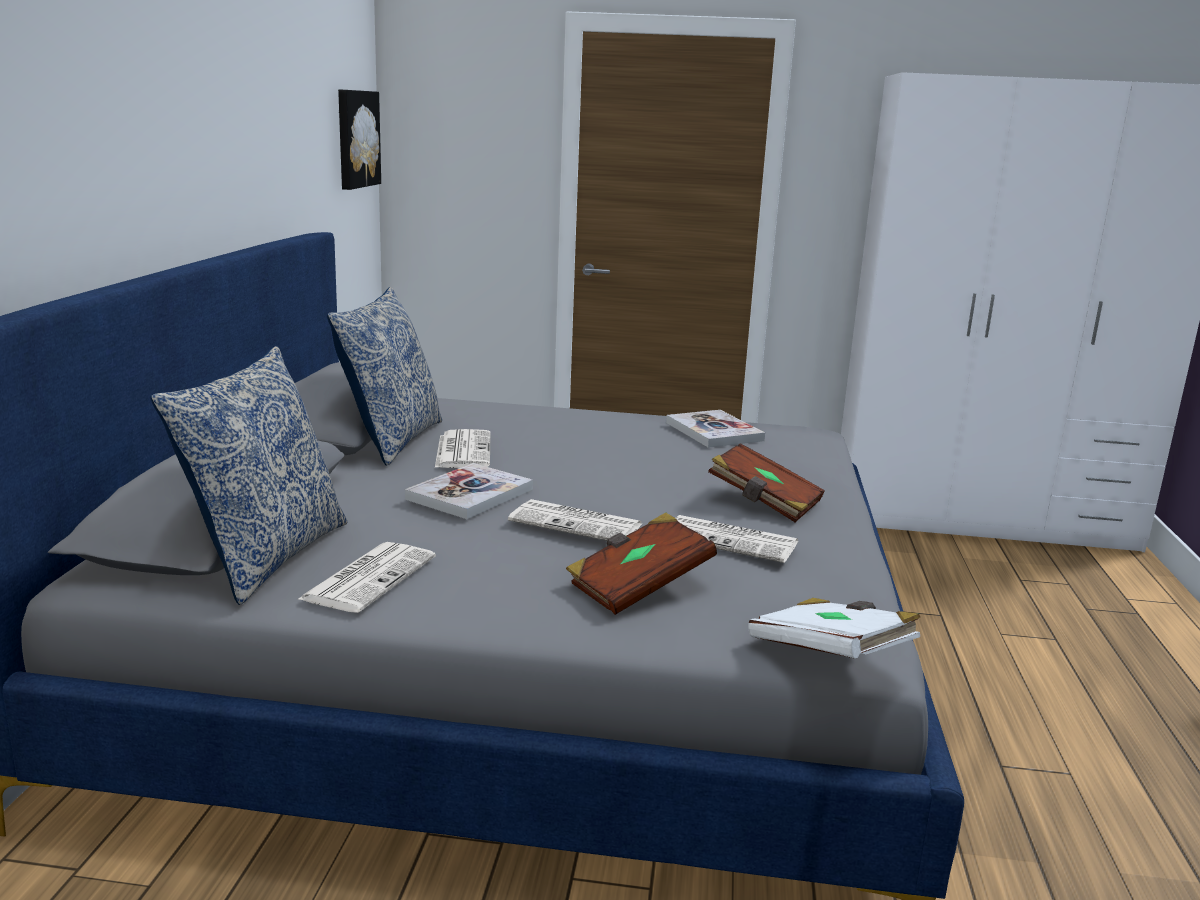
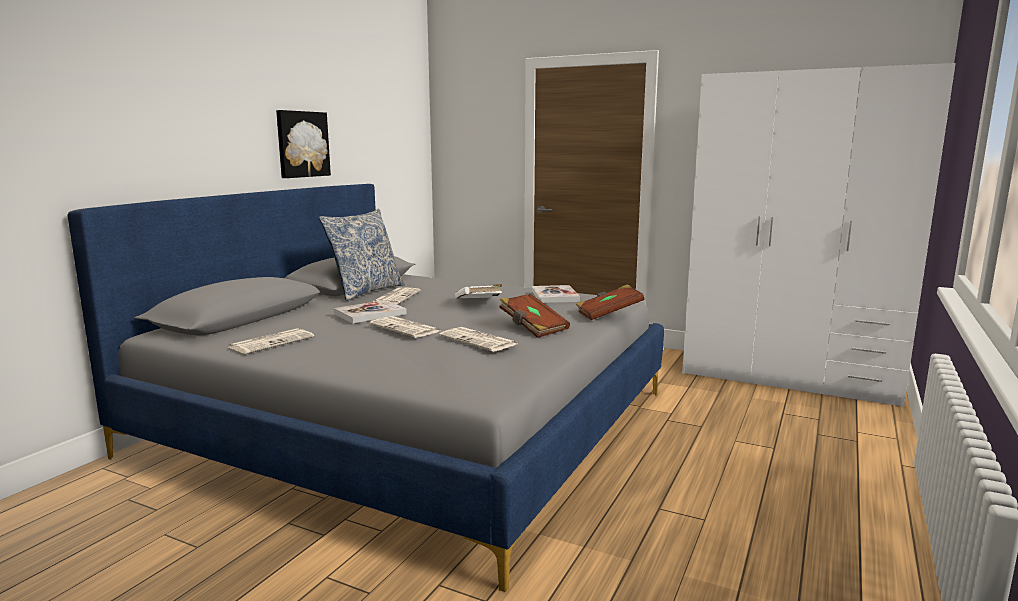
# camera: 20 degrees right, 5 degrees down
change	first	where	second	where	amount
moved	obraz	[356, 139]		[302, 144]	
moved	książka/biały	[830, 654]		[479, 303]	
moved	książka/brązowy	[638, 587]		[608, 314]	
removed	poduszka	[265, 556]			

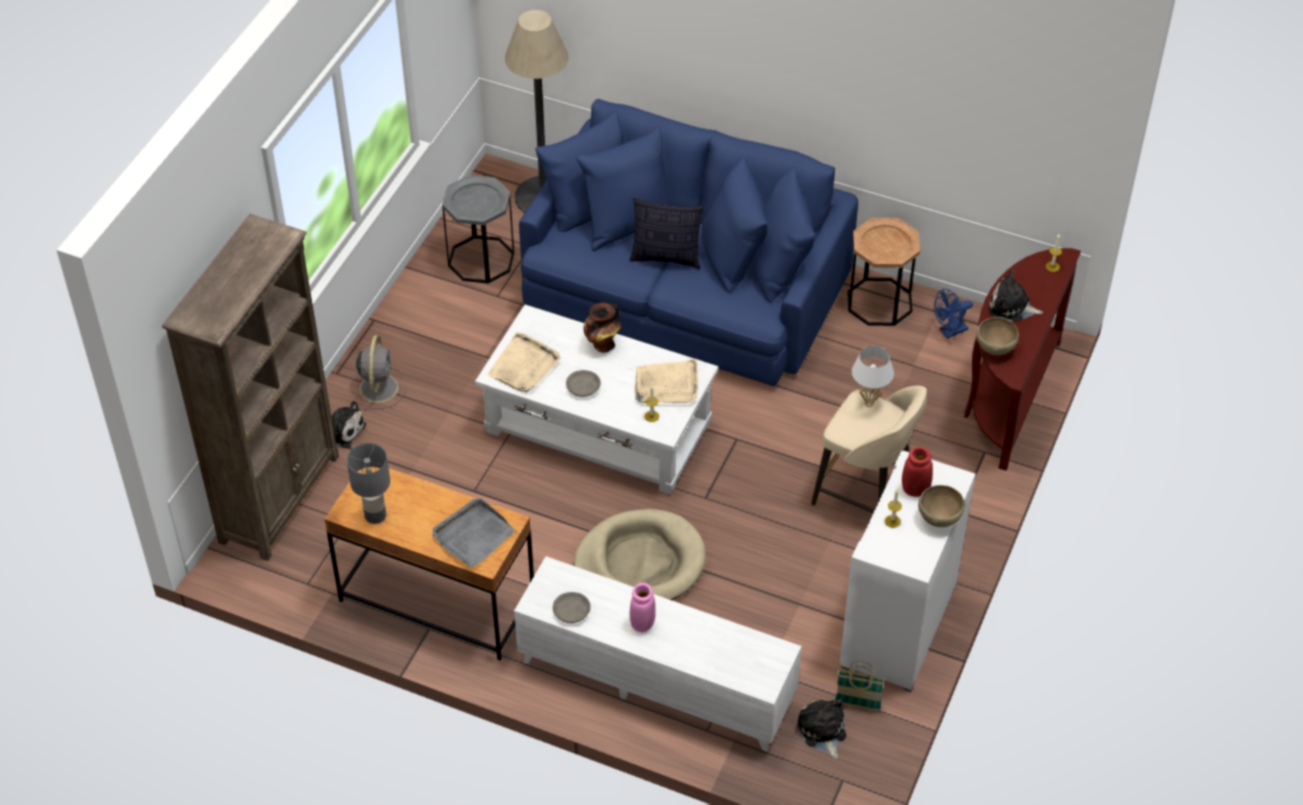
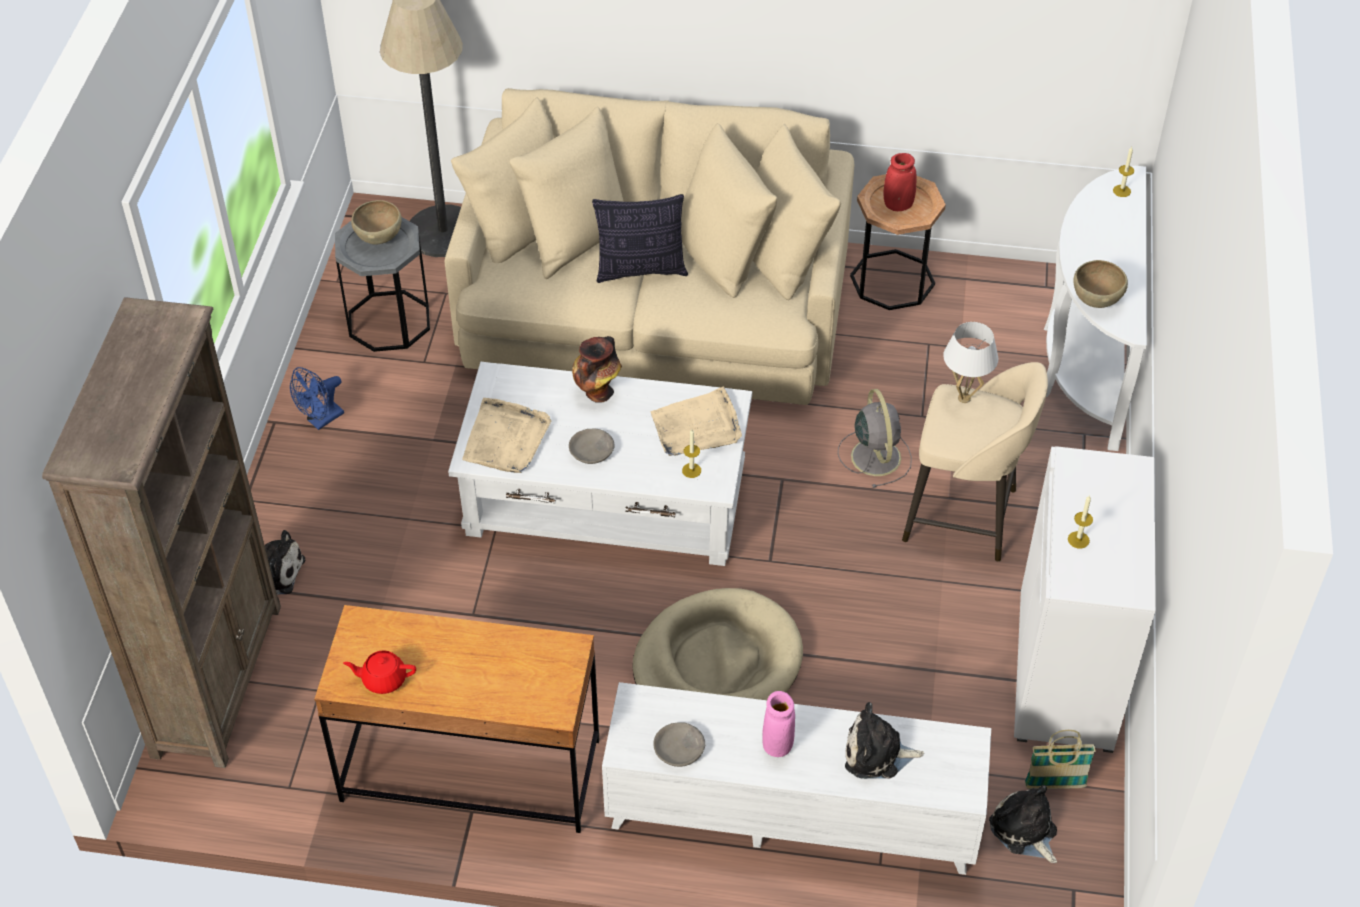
# camera: 15 degrees left, 0 degrees up
change	first	where	second	where	amount
moved	wentylator/niebieski	[950, 332]		[321, 420]	
replaced	lampa stołowa/szary	[374, 516]	imbryk/czerwony	[383, 679]	
moved	miska/brązowy	[939, 519]		[379, 238]	
recoloured	kanapa/niebieski	[685, 289]	kanapa/beżowy	[654, 309]	
moved	wentylator/szary	[379, 387]		[875, 455]	
moved	pluszak	[1011, 307]		[877, 754]	
moved	wazon/czerwony	[915, 490]		[898, 205]	
recoloured	stolik konsolowy/brązowy	[1007, 397]	stolik konsolowy/biały	[1084, 363]	
removed	taca/szary	[473, 535]			

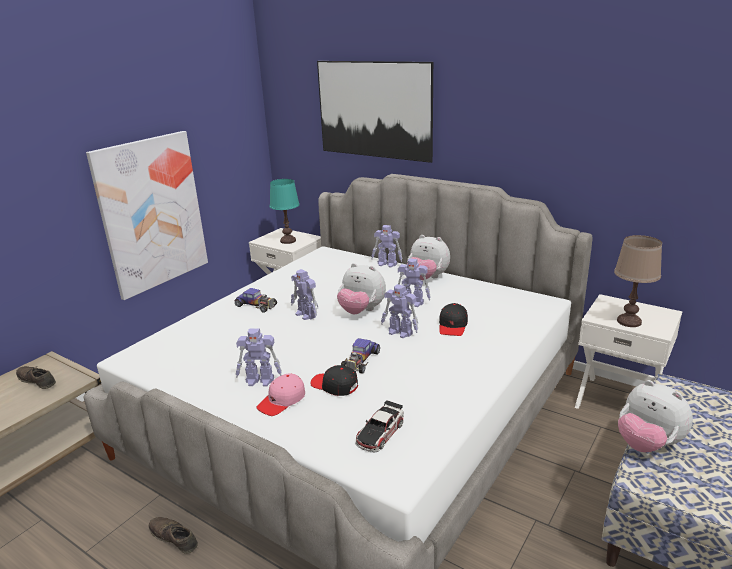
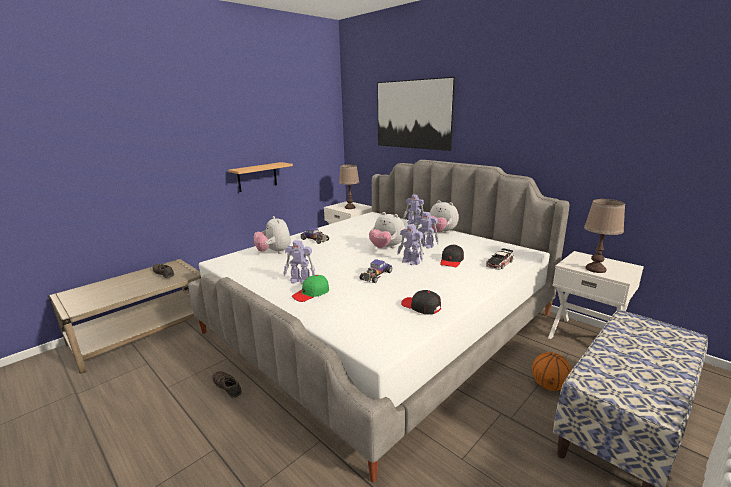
# camera: 10 degrees right, 5 degrees down
change	first	where	second	where	amount
replaced	obraz	[151, 213]	półka	[257, 177]	
moved	pluszak	[647, 444]		[274, 252]	
recoloured	czapka z daszkiem/różowy	[282, 400]	czapka z daszkiem/zielony	[311, 293]	
recoloured	lampa stołowa/turkusowy	[288, 241]	lampa stołowa/brązowy	[350, 207]	
moved	czapka z daszkiem/czarny	[334, 385]		[421, 307]	
moved	samochodzik	[380, 432]		[499, 263]	
added			piłka do koszykówki	[549, 386]	
removed	robot zabawkowy	[306, 315]			

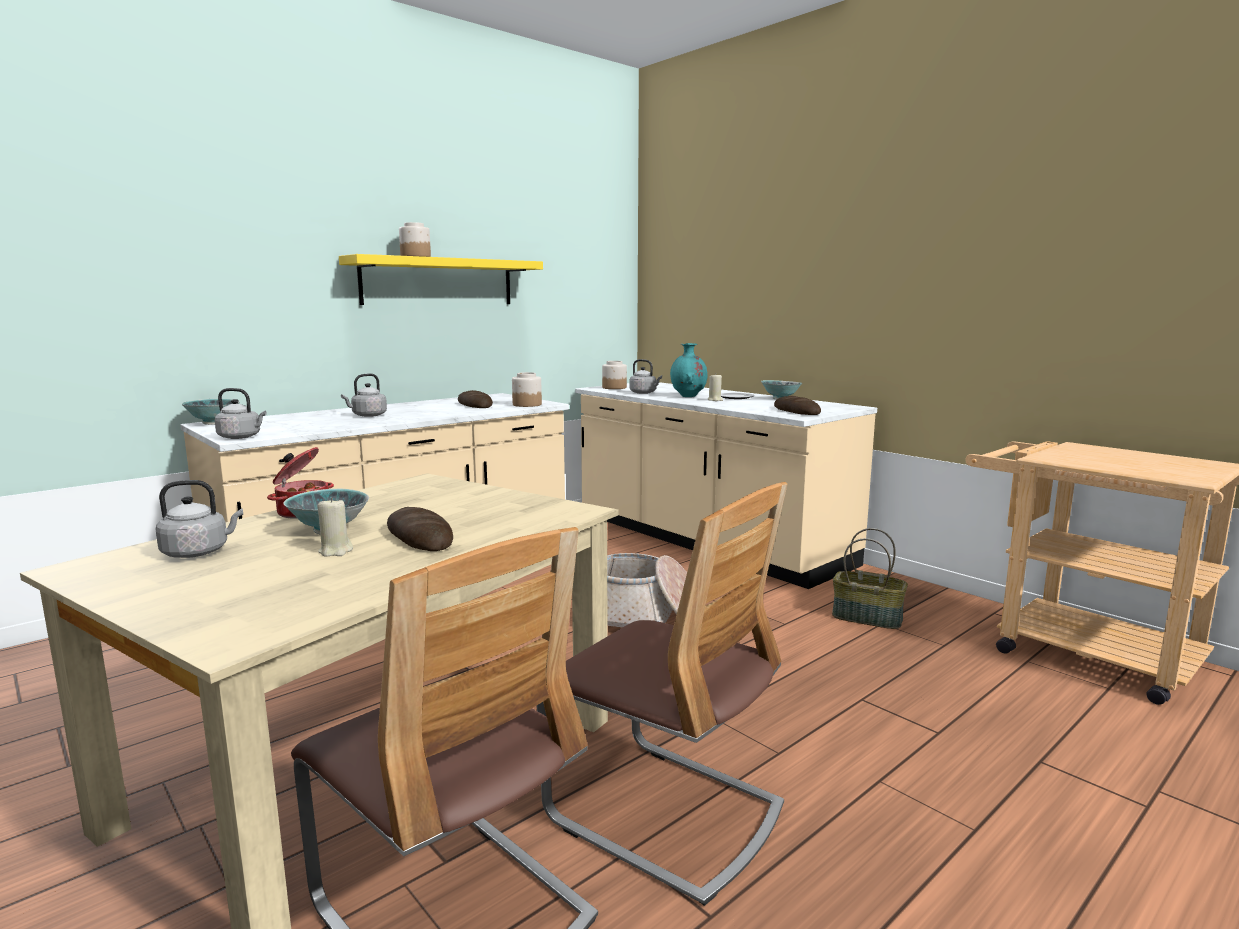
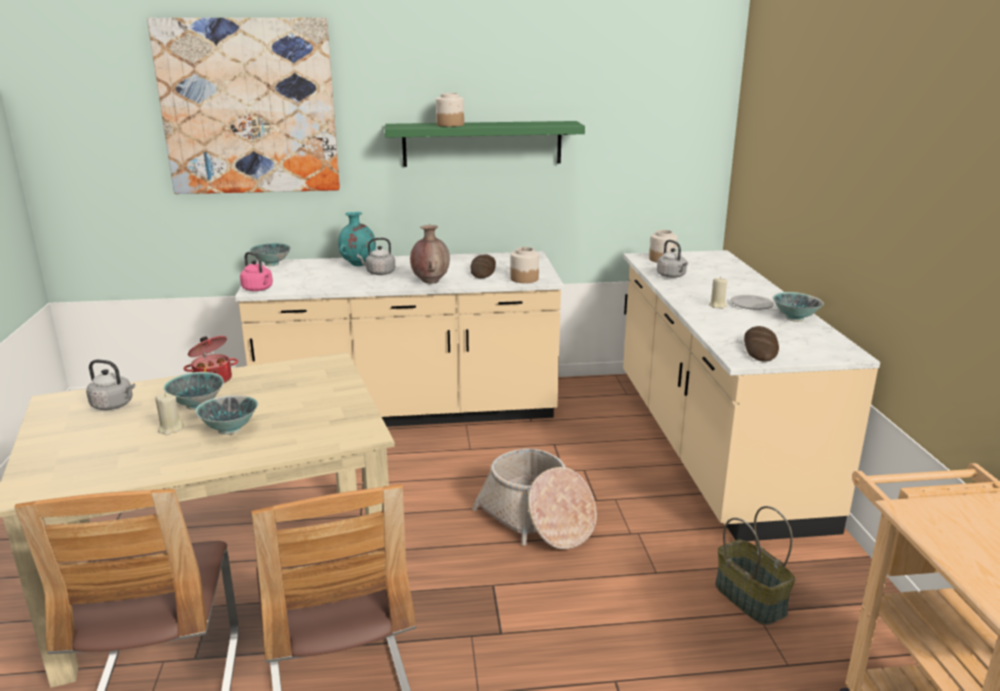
# camera: 35 degrees right, 10 degrees up
change	first	where	second	where	amount
added			obraz	[249, 107]	
replaced	chleb	[419, 537]	miska	[230, 430]	
recoloured	czajnik/szary	[241, 437]	czajnik/różowy	[258, 289]	
moved	wazon/turkusowy	[688, 396]		[358, 264]	
recoloured	półka/żółty	[438, 282]	półka/zielony	[482, 143]	
added			wazon/brązowy	[430, 281]	

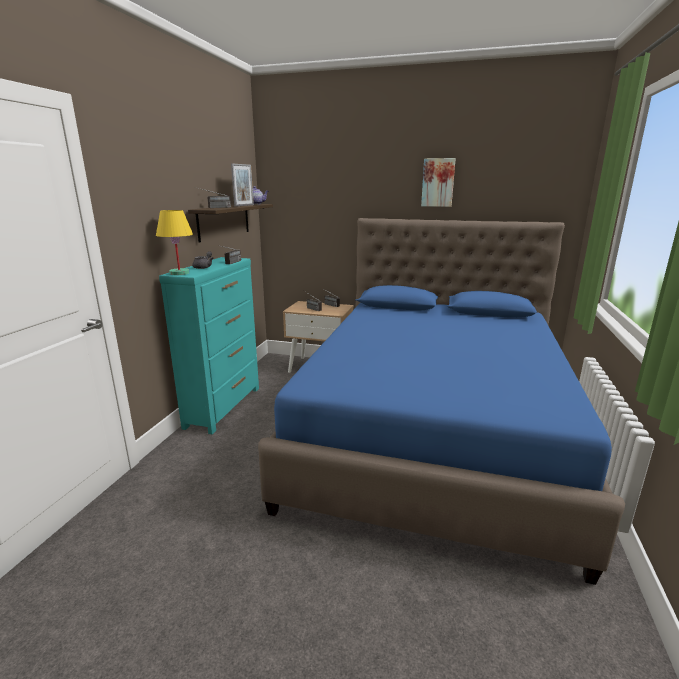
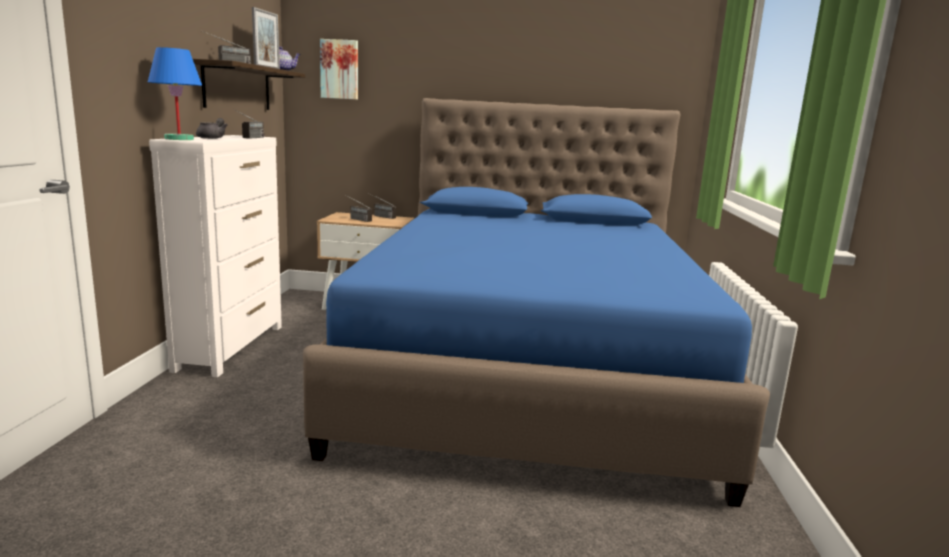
# camera: 10 degrees left, 5 degrees down
change	first	where	second	where	amount
recoloured	lampa stołowa/żółty	[179, 273]	lampa stołowa/niebieski	[178, 139]	
recoloured	komoda/turkusowy	[224, 406]	komoda/biały	[232, 347]	
moved	obraz	[438, 182]		[340, 69]	

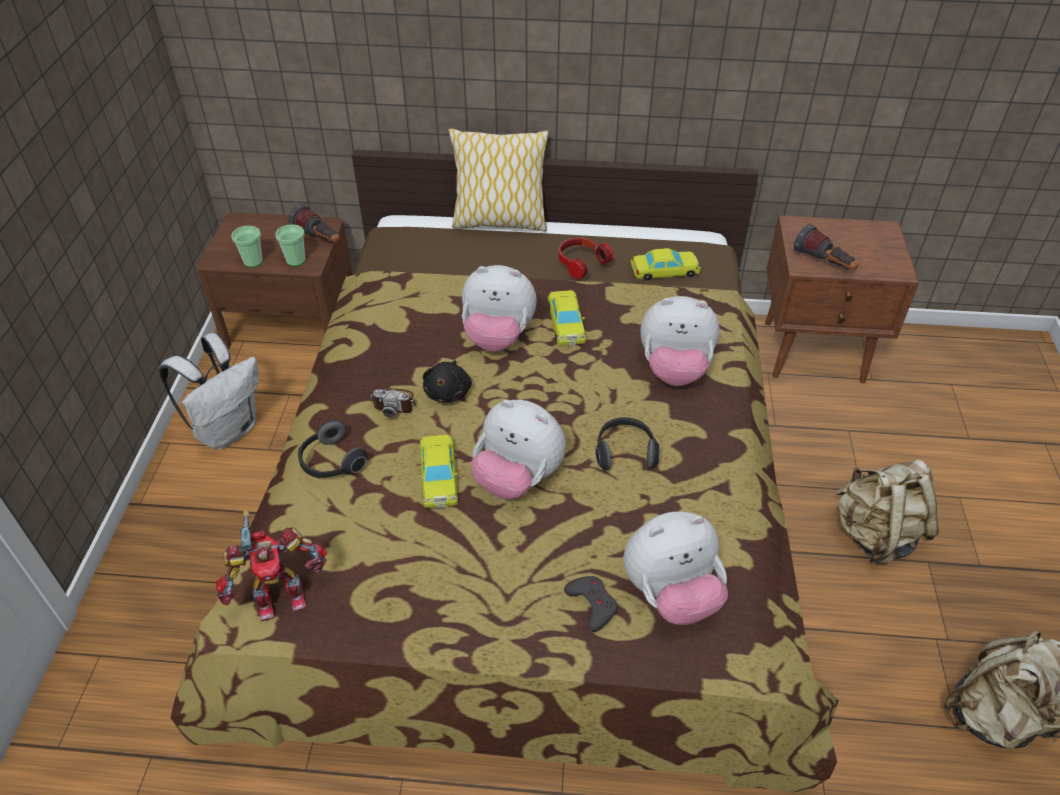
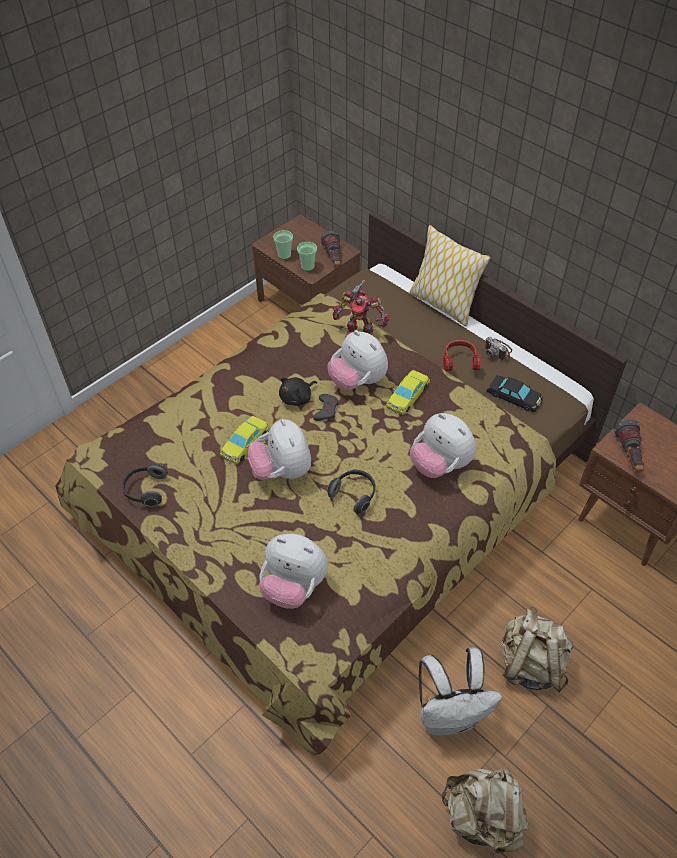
# camera: 40 degrees right, 5 degrees up
change	first	where	second	where	amount
moved	słuchawki	[331, 462]		[145, 490]	
moved	pad do gier/szary	[592, 604]		[326, 410]	
moved	robot zabawkowy	[280, 597]		[360, 332]	
moved	plecak/biały	[228, 429]		[449, 715]	
moved	aparat fotograficzny	[394, 403]		[497, 350]	
recoloured	samochodzik/żółty	[665, 270]	samochodzik/czarny	[514, 396]	

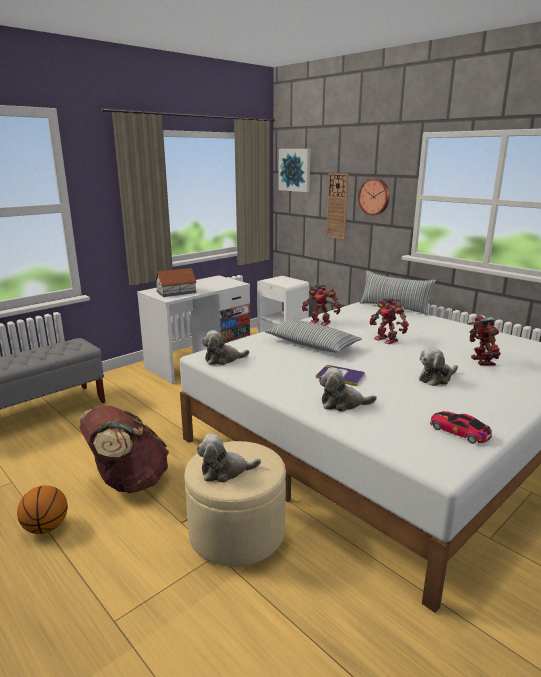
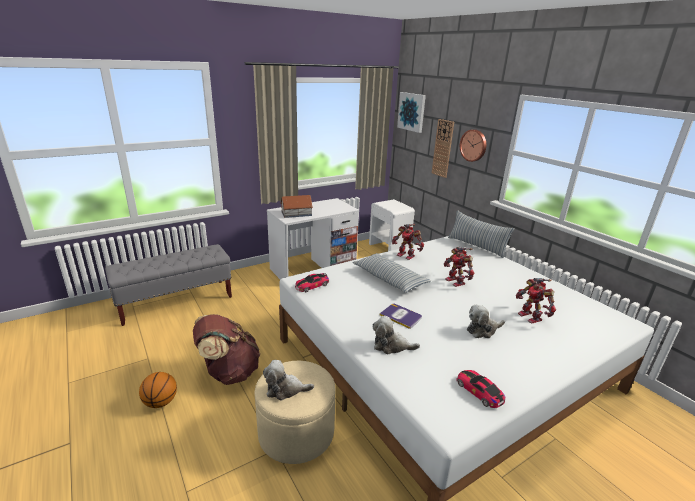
# camera: 10 degrees right, 5 degrees up
change	first	where	second	where	amount
replaced	pluszak	[223, 359]	samochodzik	[312, 285]	
turned	robot zabawkowy	[481, 361]		[531, 316]	150 degrees clockwise

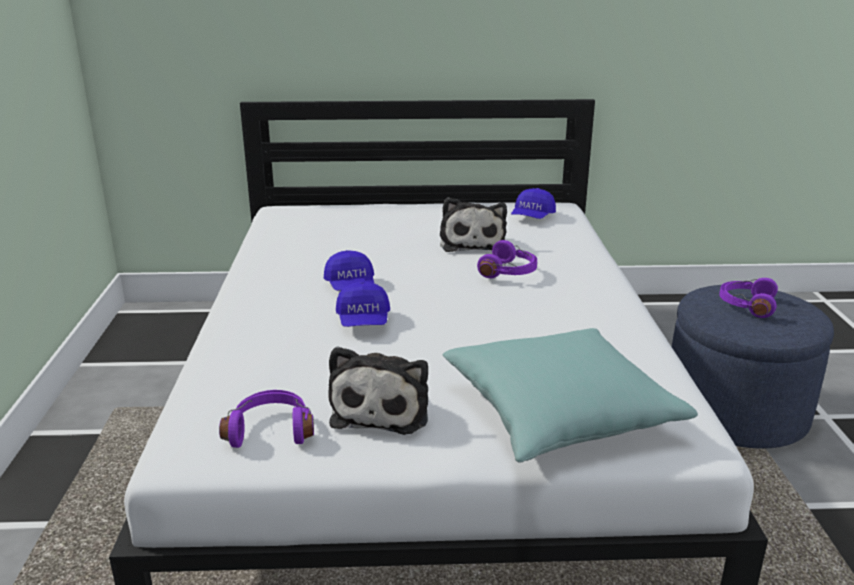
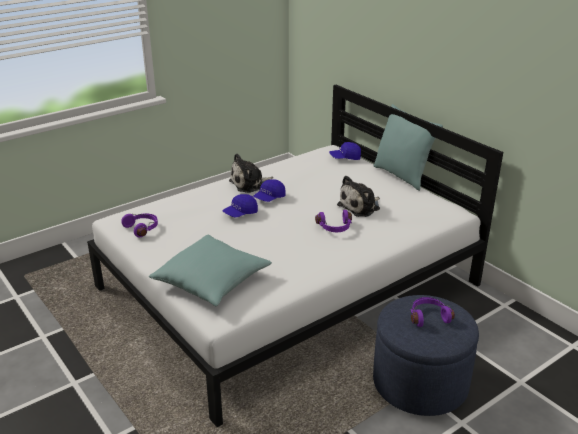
# camera: 55 degrees right, 5 degrees up
change	first	where	second	where	amount
moved	pluszak	[382, 409]		[250, 184]	
moved	czapka z daszkiem/niebieski	[532, 217]		[345, 158]	
added			poduszka/turkusowy	[402, 175]	

